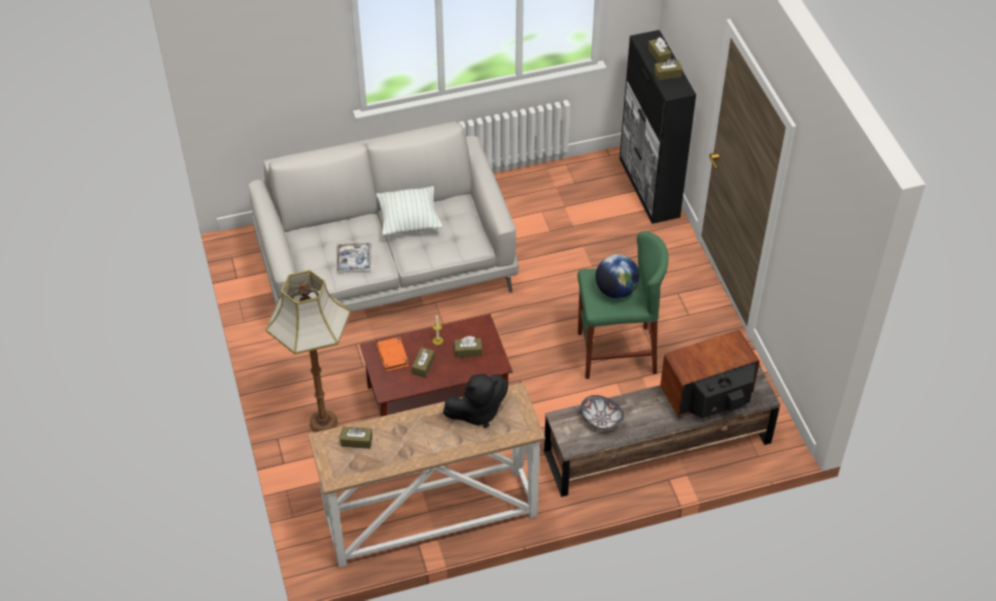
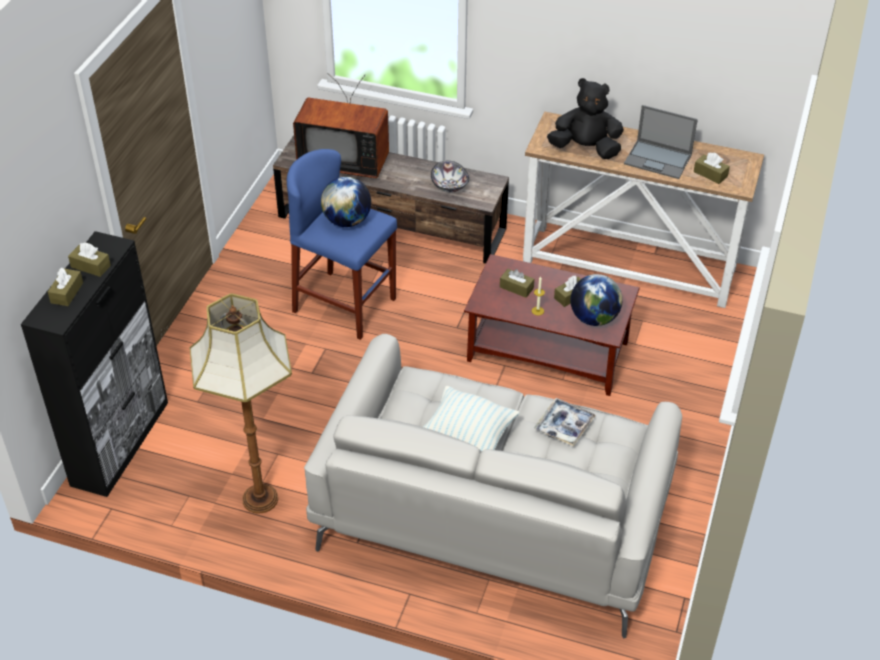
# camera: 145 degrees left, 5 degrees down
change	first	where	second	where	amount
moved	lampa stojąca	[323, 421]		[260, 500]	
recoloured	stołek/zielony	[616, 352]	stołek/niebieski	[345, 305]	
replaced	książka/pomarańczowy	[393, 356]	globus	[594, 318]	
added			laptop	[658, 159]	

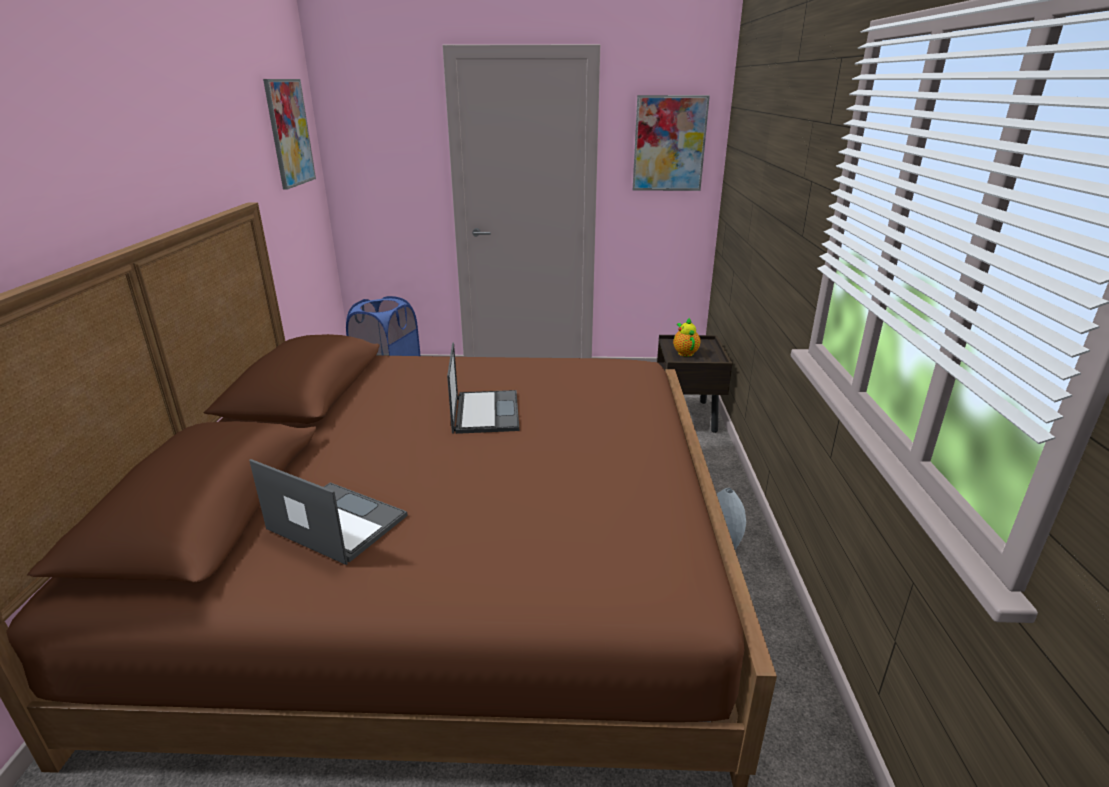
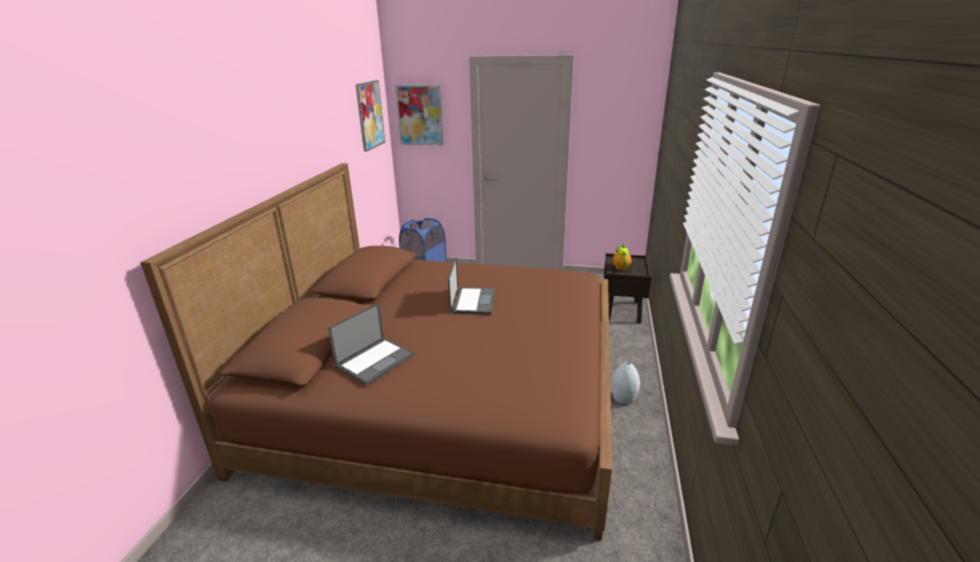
# camera: 10 degrees right, 0 degrees up
change	first	where	second	where	amount
turned	laptop	[335, 522]		[375, 360]	90 degrees clockwise
moved	obraz	[669, 144]		[420, 115]	

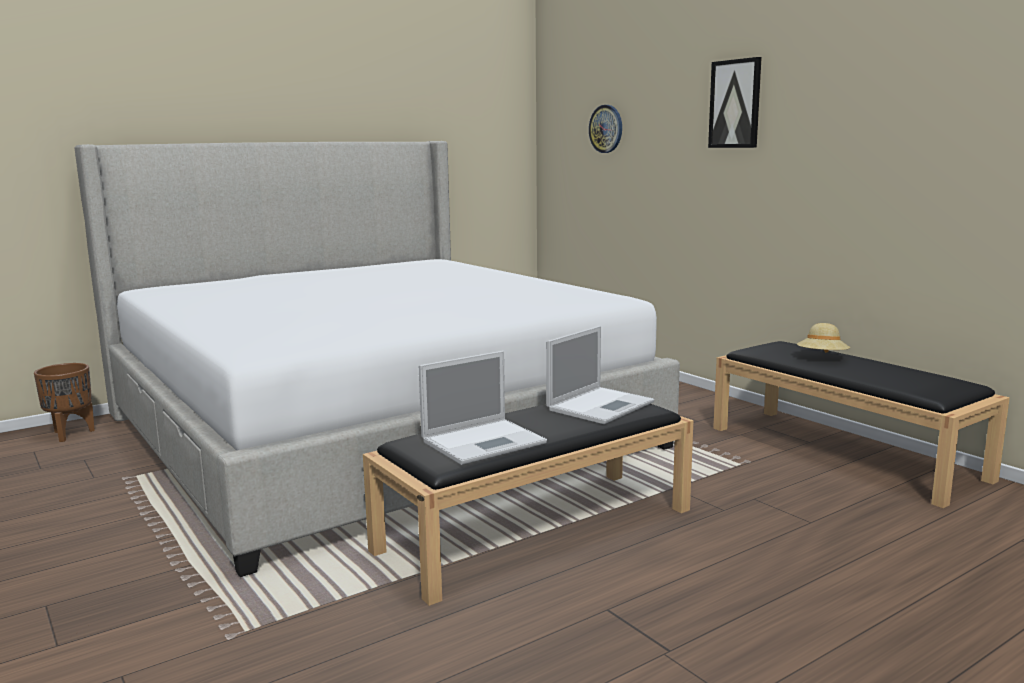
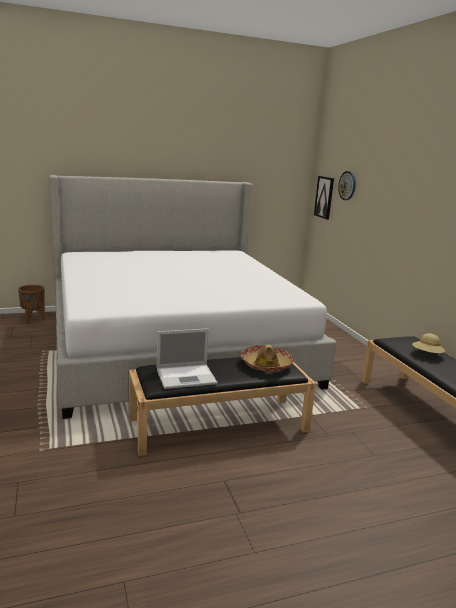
# camera: 15 degrees right, 5 degrees up
change	first	where	second	where	amount
replaced	laptop	[601, 405]	kapelusz	[266, 364]	
moved	obraz	[735, 104]		[324, 197]	

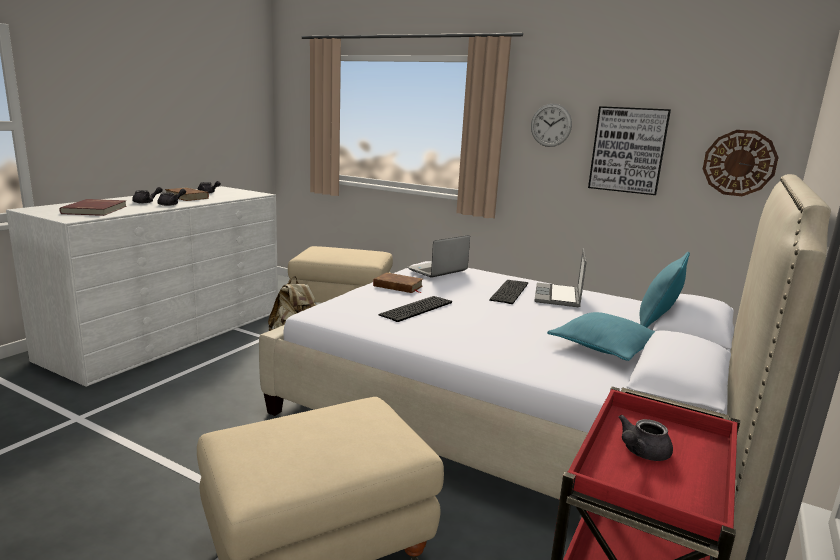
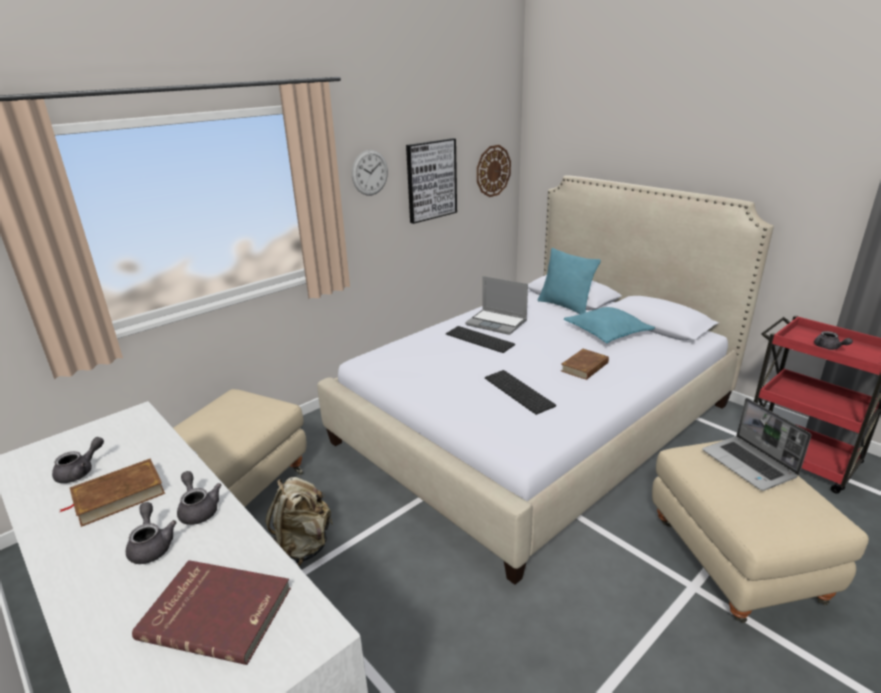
# camera: 70 degrees left, 10 degrees up
change	first	where	second	where	amount
moved	książka/brązowy	[398, 286]		[585, 367]	
moved	laptop	[437, 270]		[750, 464]	

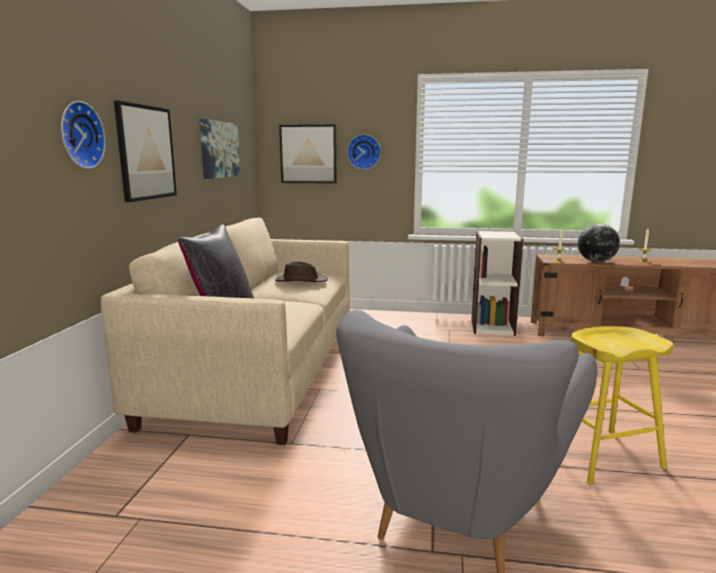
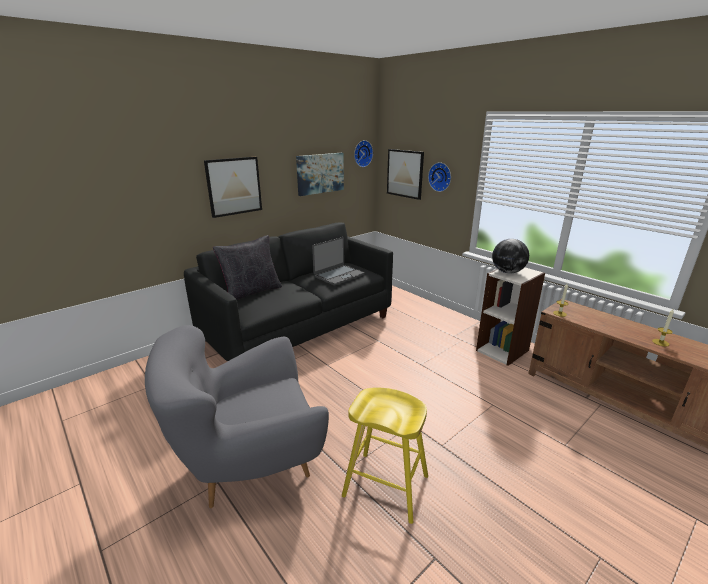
# camera: 40 degrees right, 10 degrees up
change	first	where	second	where	amount
recoloured	kanapa/beżowy	[260, 372]	kanapa/czarny	[299, 327]	
replaced	kapelusz/brązowy	[301, 281]	laptop	[338, 275]	
moved	zegar ścienny	[79, 135]		[362, 153]	
moved	globus	[596, 262]		[507, 272]	

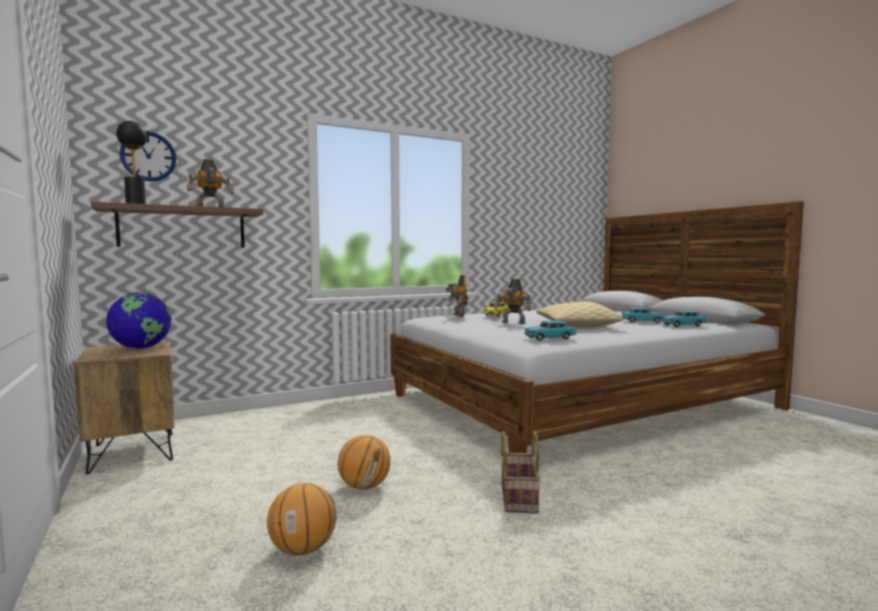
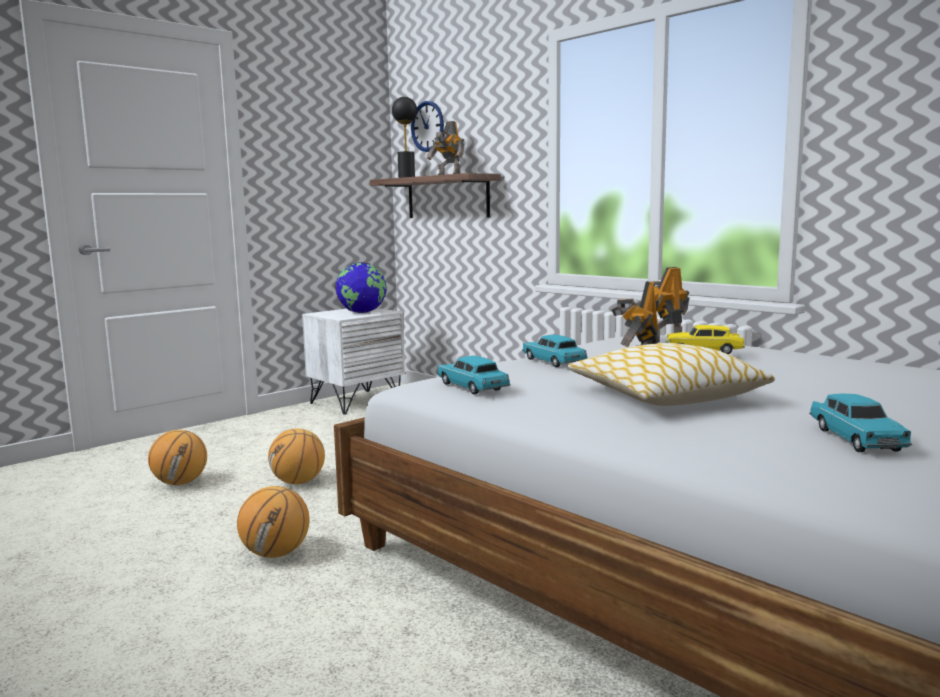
# camera: 75 degrees right, 5 degrees up
change	first	where	second	where	amount
replaced	koszyk	[517, 497]	piłka do koszykówki	[276, 554]	
recoloured	szafka nocna/brązowy	[132, 452]	szafka nocna/biały	[356, 402]	
moved	samochodzik/turkusowy	[683, 325]		[553, 362]	

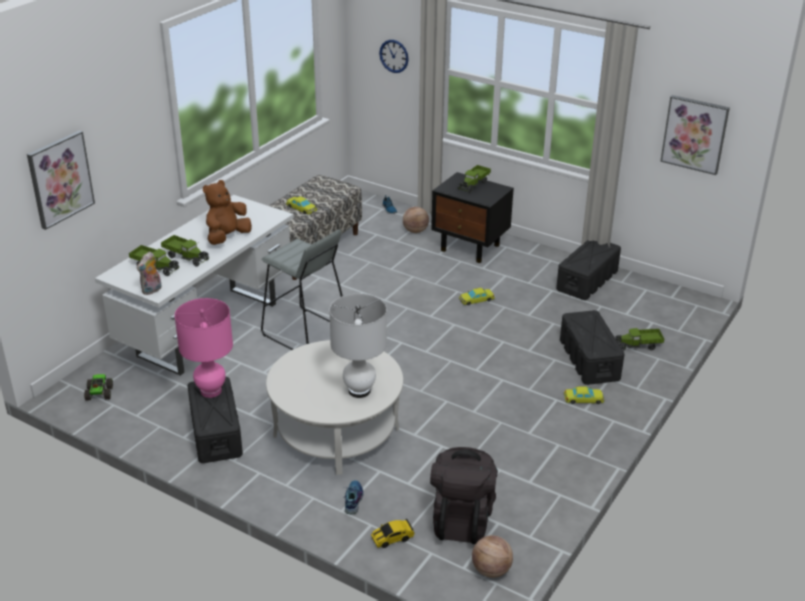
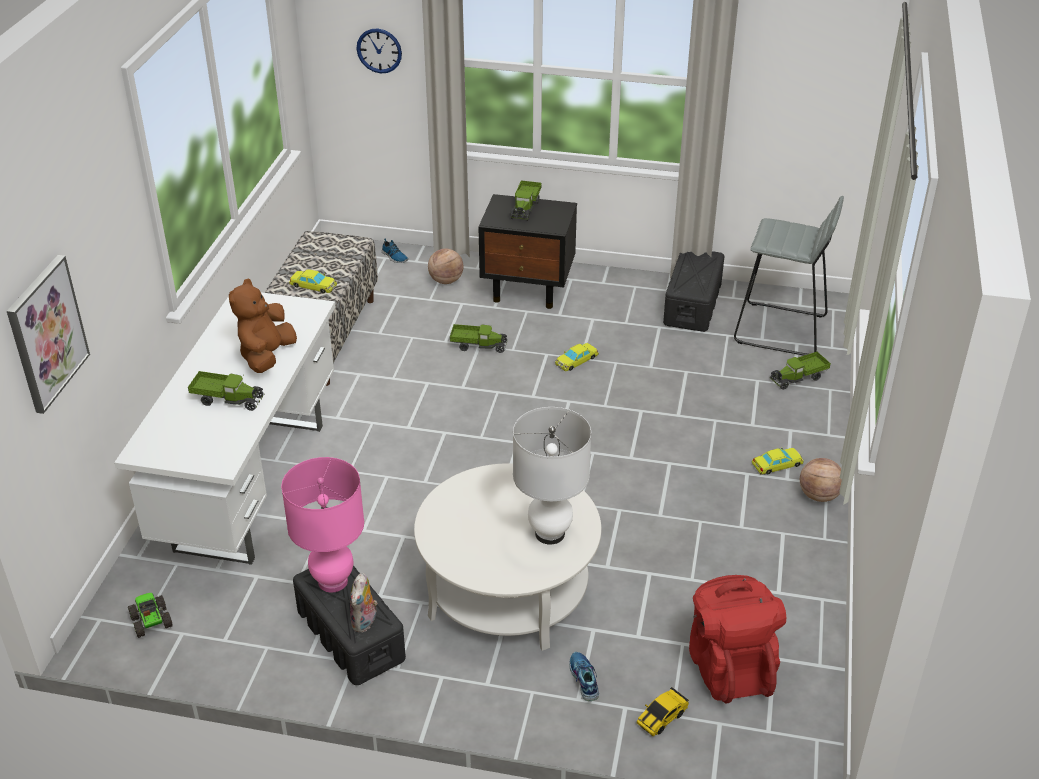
# camera: 20 degrees left, 5 degrees up
change	first	where	second	where	amount
moved	pluszak	[152, 290]		[365, 622]	
moved	ciężarówka zabawkowa	[155, 267]		[478, 345]	
recoloured	plecak/czarny	[461, 520]	plecak/czerwony	[729, 667]	
moved	stołek/szary	[305, 333]		[781, 330]	
moved	piłka do koszykówki	[491, 570]		[818, 496]	
removed	pojemnik do przechowywania/czarny	[589, 360]			
removed	obraz	[694, 134]			

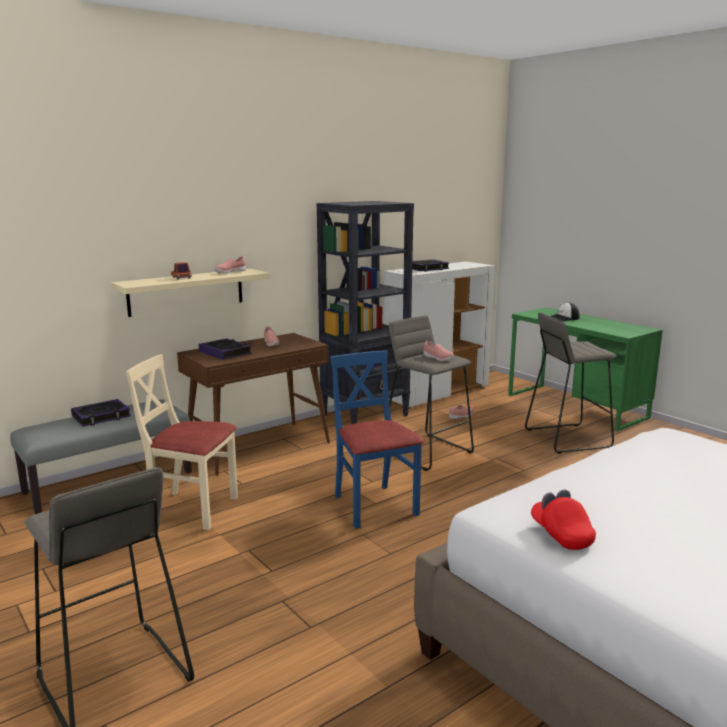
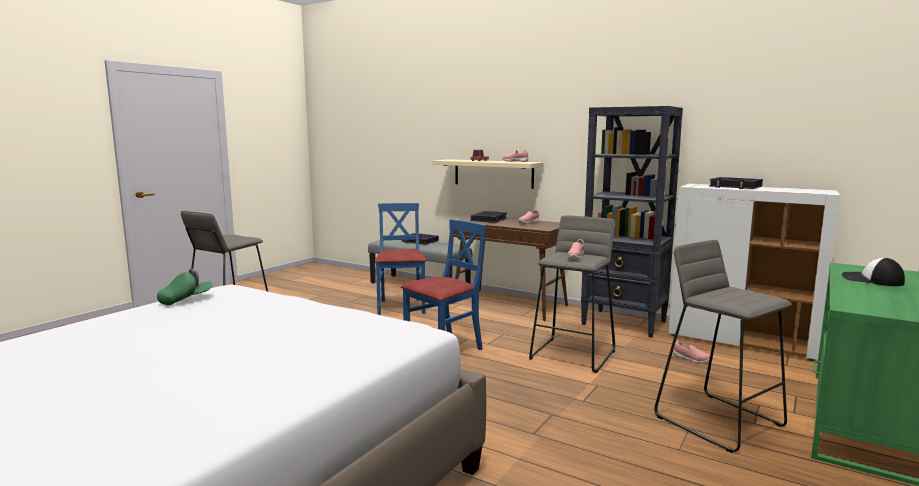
# camera: 70 degrees right, 5 degrees down
change	first	where	second	where	amount
recoloured	czapka z daszkiem/czerwony	[561, 534]	czapka z daszkiem/zielony	[186, 300]	
recoloured	krzesło/beżowy	[192, 509]	krzesło/niebieski	[401, 307]	

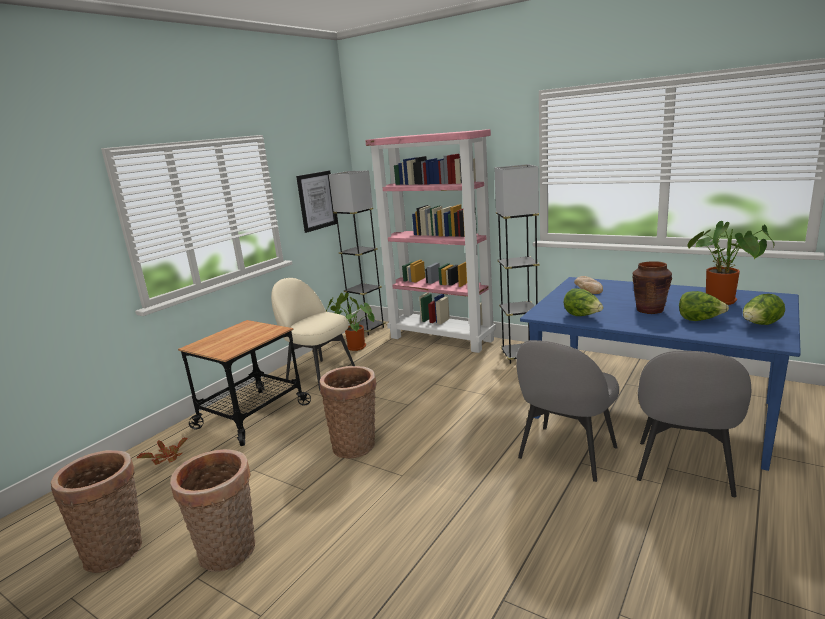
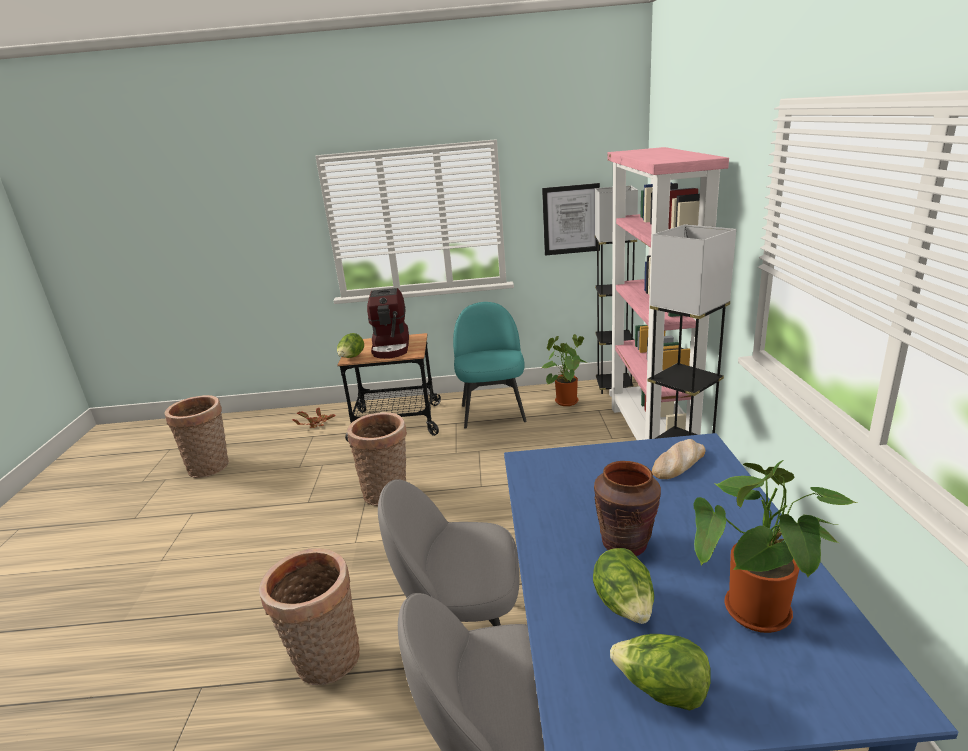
# camera: 55 degrees right, 5 degrees up
change	first	where	second	where	amount
moved	koszyk	[229, 553]		[326, 663]	
moved	sałata	[582, 316]		[351, 358]	
added			ekspres do kawy	[392, 347]	
recoloured	krzesło/beżowy	[319, 374]	krzesło/turkusowy	[493, 412]	

